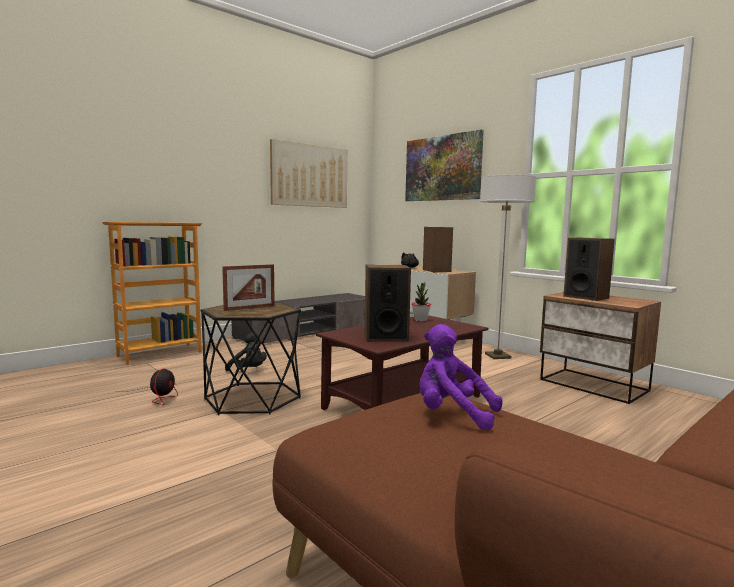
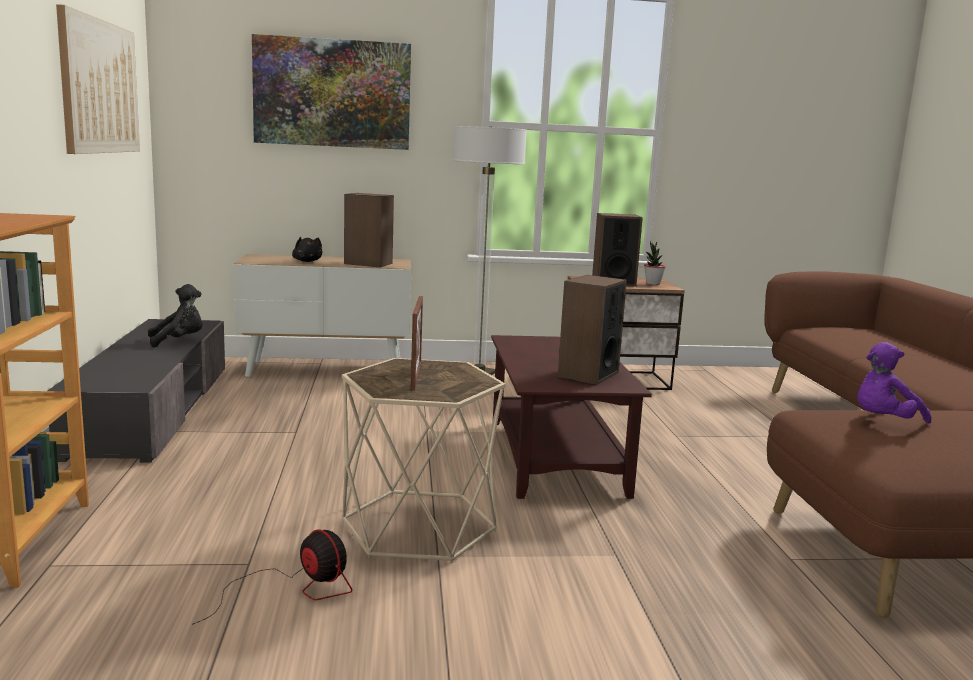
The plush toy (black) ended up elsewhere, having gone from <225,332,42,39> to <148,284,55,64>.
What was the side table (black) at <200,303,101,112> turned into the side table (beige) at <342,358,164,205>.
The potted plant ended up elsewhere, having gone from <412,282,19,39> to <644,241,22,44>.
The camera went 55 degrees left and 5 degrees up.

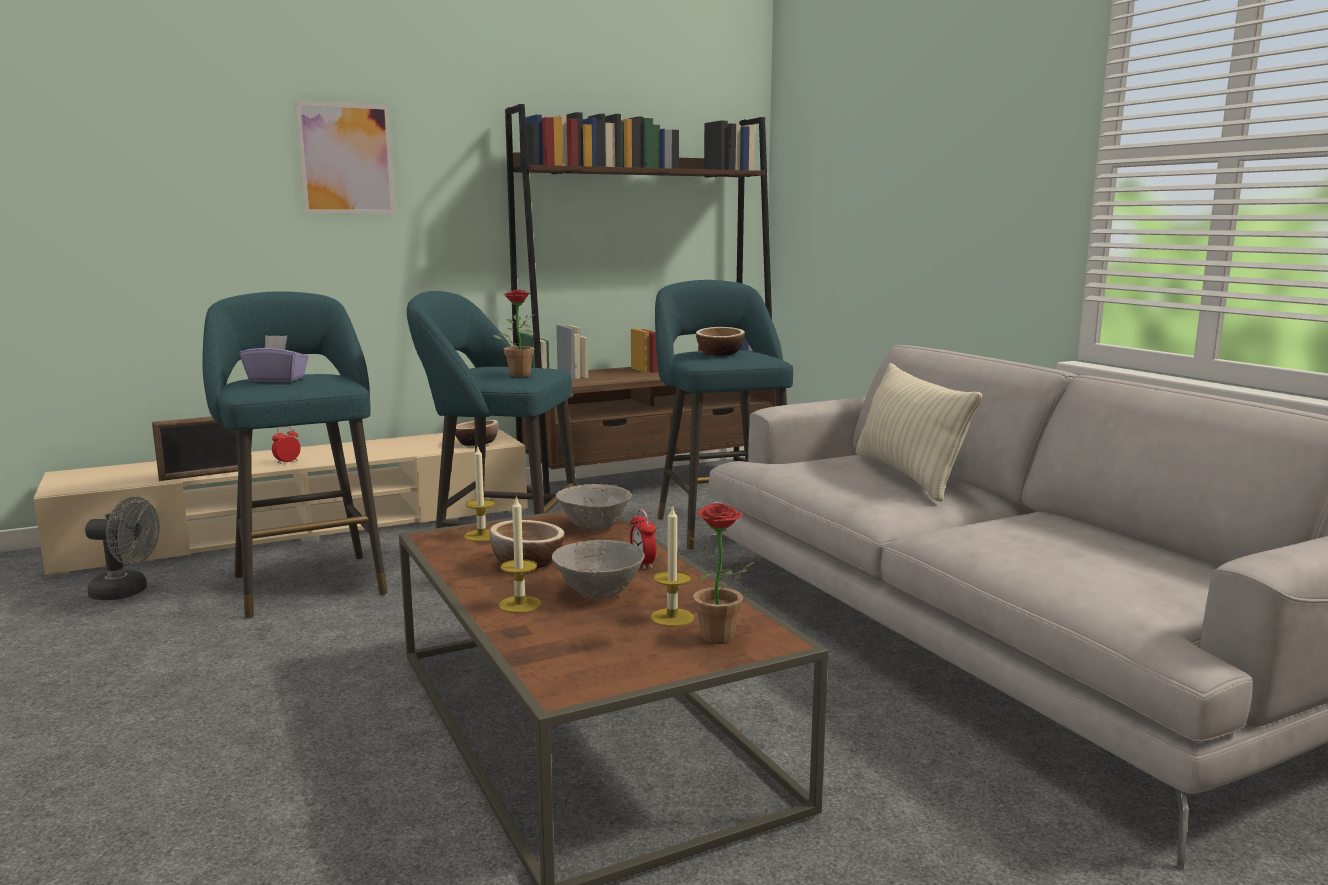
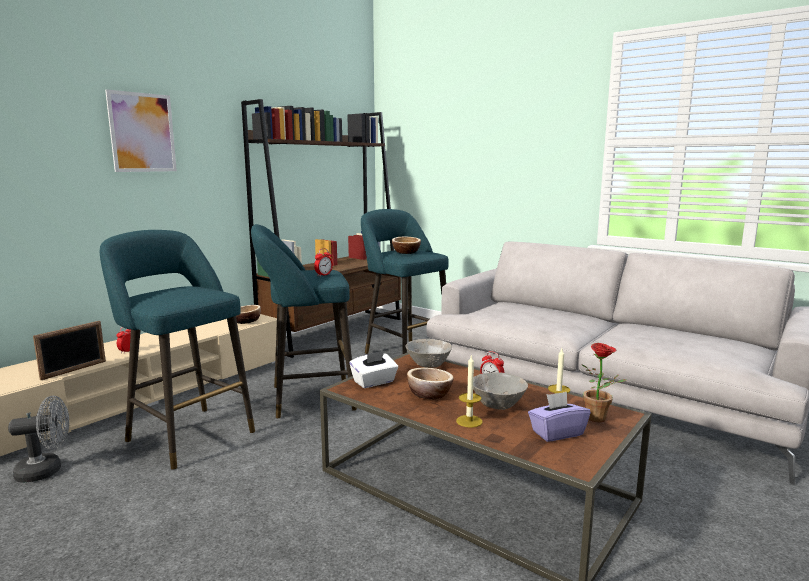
Where the potted plant stood at <493,290,41,86>, the alarm clock came to stand at <314,248,19,28>.
Where the candle stood at <464,447,31,95>, the tissue box (white) came to stand at <350,351,48,37>.
The tissue box (purple) ended up elsewhere, having gone from <240,335,69,47> to <528,392,63,50>.
The second view lost the pillow (beige) at <855,363,127,139>.
The camera went 25 degrees left and 0 degrees up.

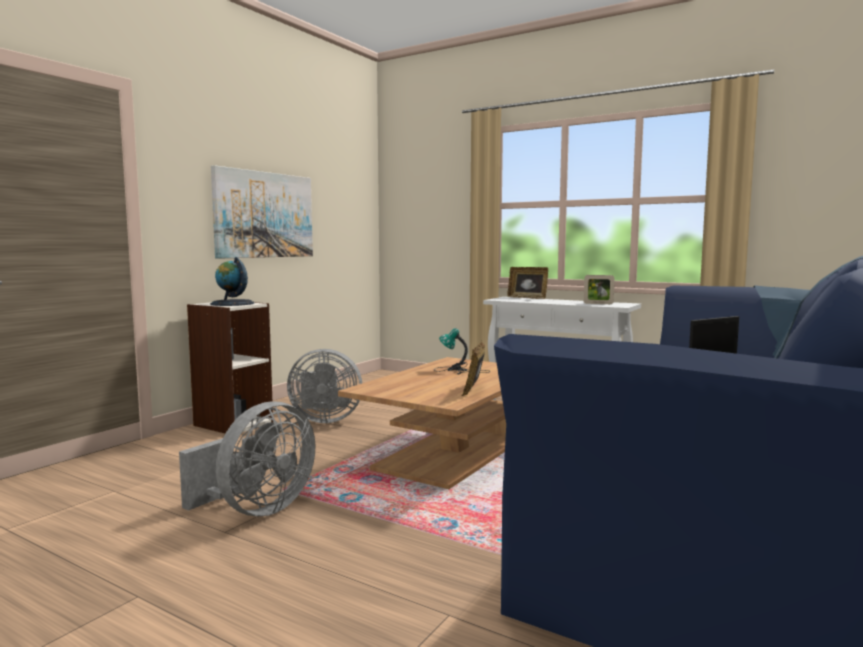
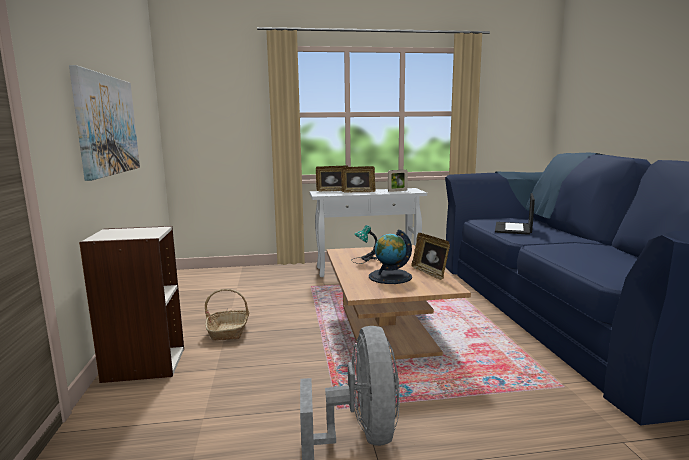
Where the fan (grey) stood at <287,349,75,74>, the basket came to stand at <205,289,45,51>.
The second view gained the picture frame at <341,166,34,26>.
The globe ended up elsewhere, having gone from <210,257,45,49> to <369,230,43,54>.
The camera went 40 degrees left and 5 degrees up.

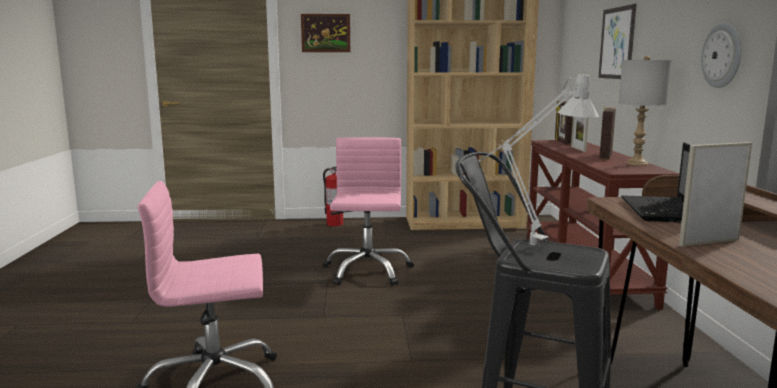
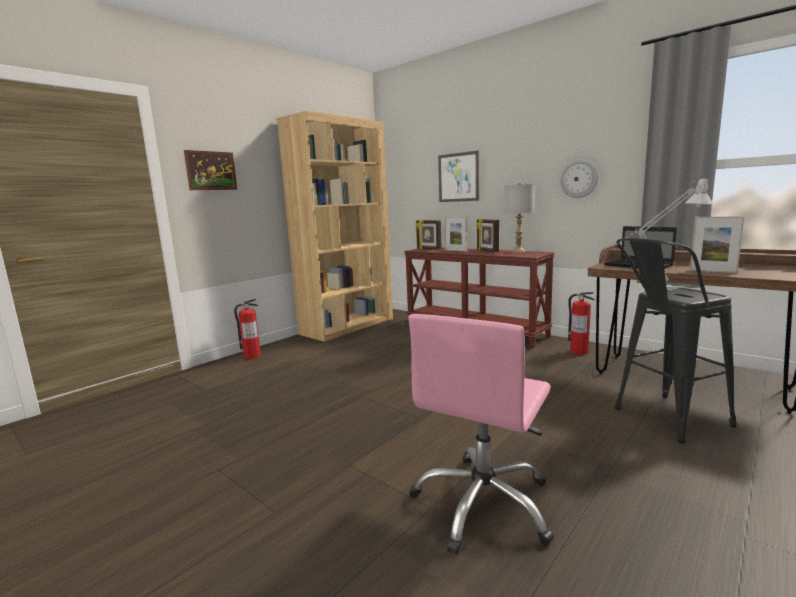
The second view gained the fire extinguisher at <568,292,26,63>.
The picture frame at <679,142,73,105> ended up facing another way, 75 degrees counterclockwise from before.
The second view lost the office chair (pink) at <323,137,91,149>.
The camera went 45 degrees left and 0 degrees up.

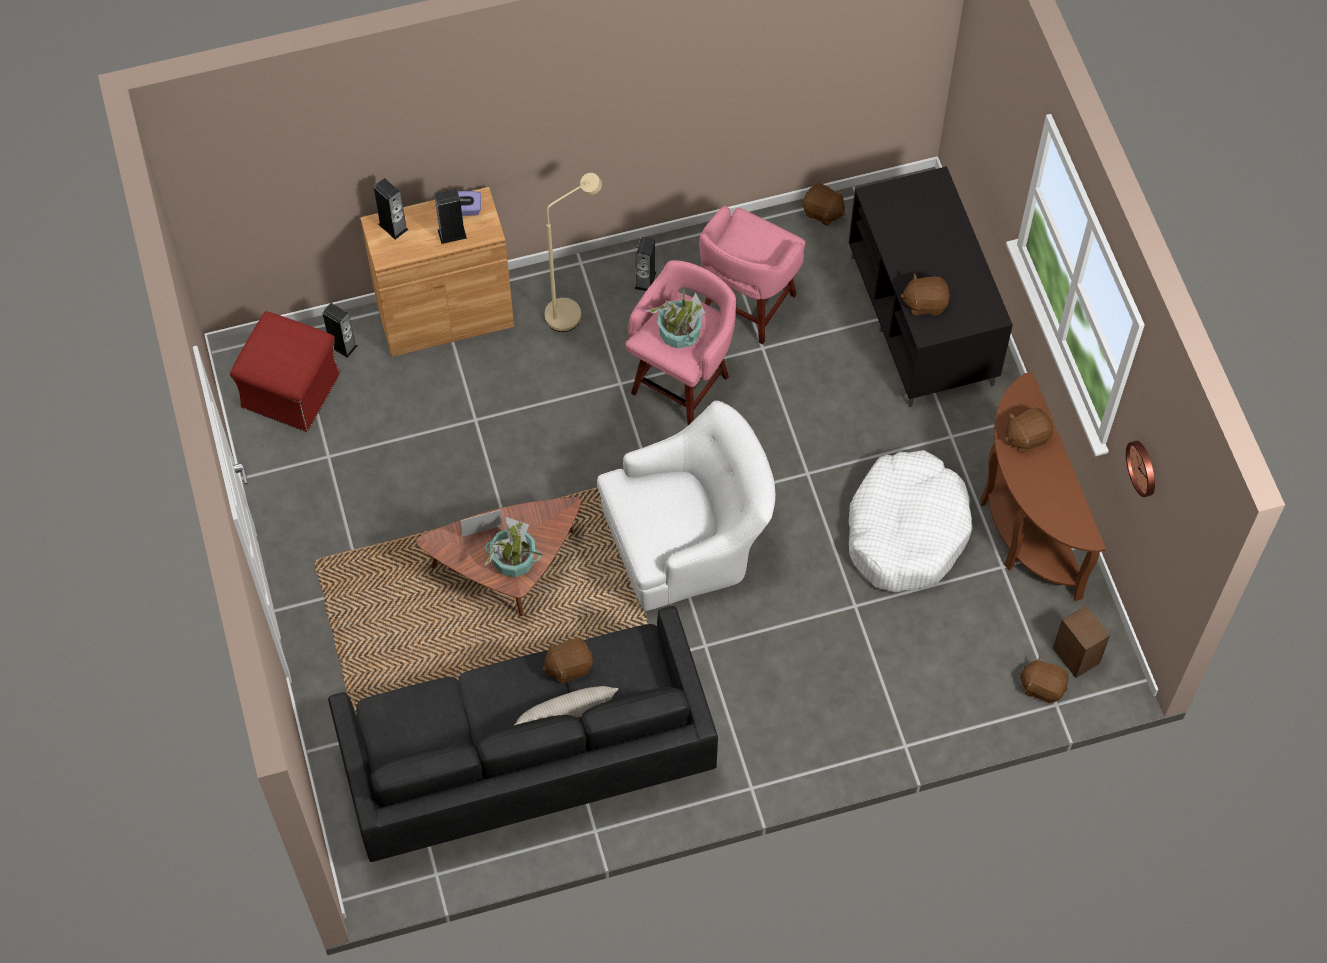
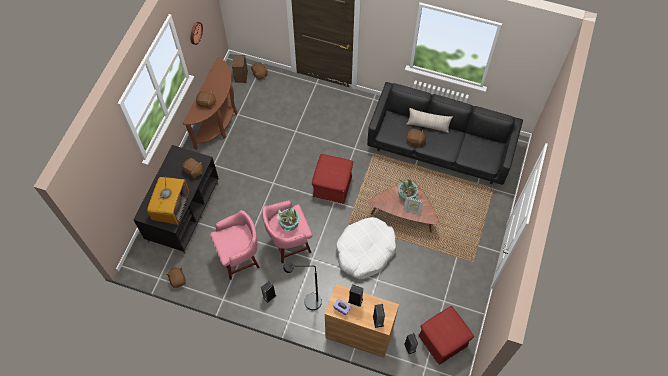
The second view gained the television at <147,177,42,48>.
What was the floor lamp (beige) at <545,173,57,159> turned into the floor lamp (black) at <283,262,39,48>.
Where the armchair (white) stood at <597,400,178,211>, the ottoman (red) came to stand at <312,154,41,50>.
The dog bed (white) ended up elsewhere, having gone from <849,450,124,142> to <336,217,60,62>.
The camera went 145 degrees left and 0 degrees up.

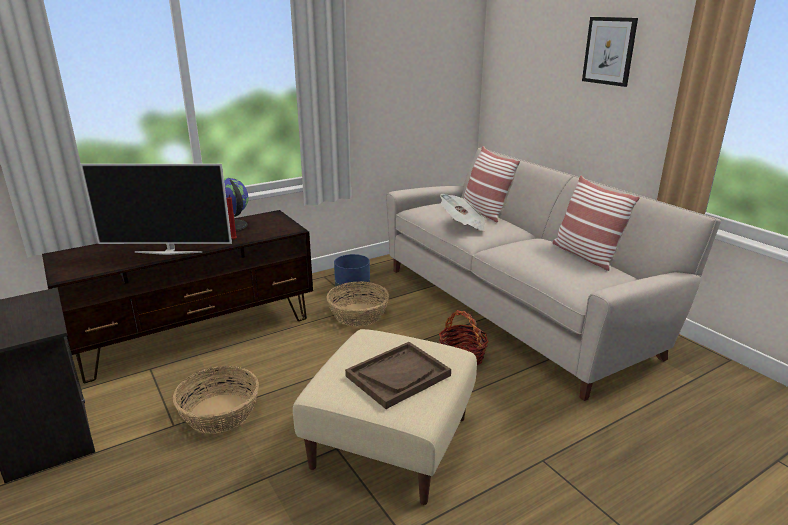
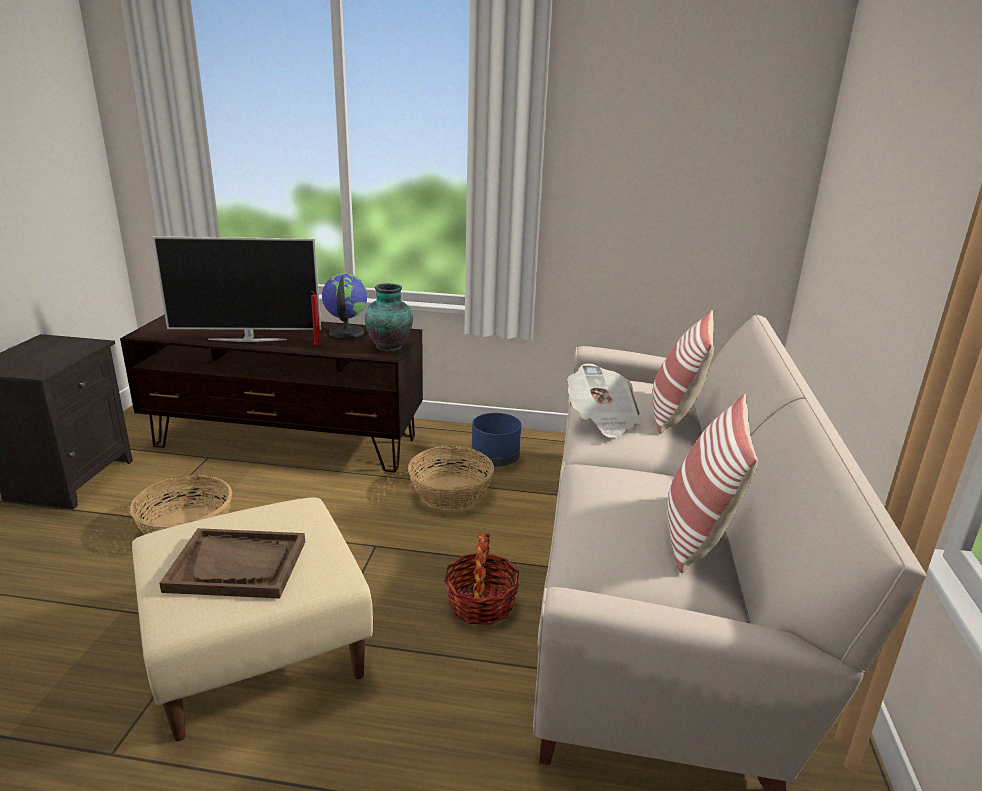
The television at <80,164,152,91> ended up facing another way, 45 degrees counterclockwise from before.
The second view gained the vase at <365,283,48,69>.
The second view lost the picture at <582,17,56,70>.
The camera went 40 degrees right and 0 degrees up.

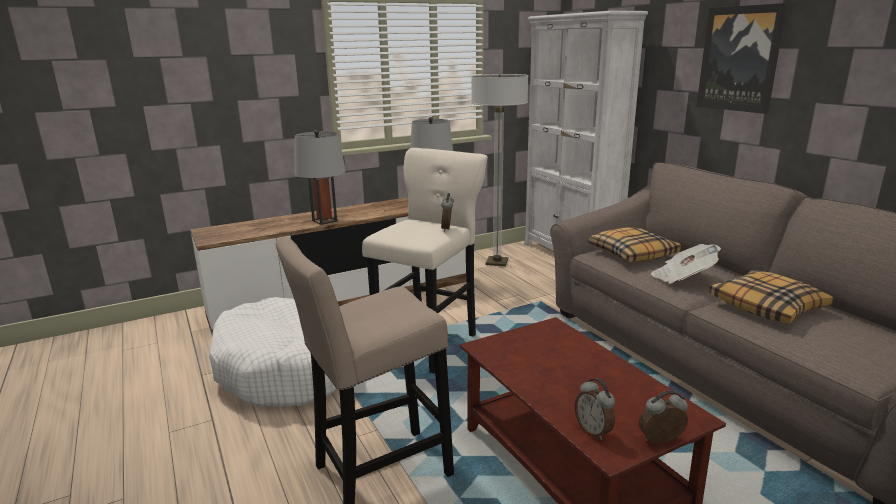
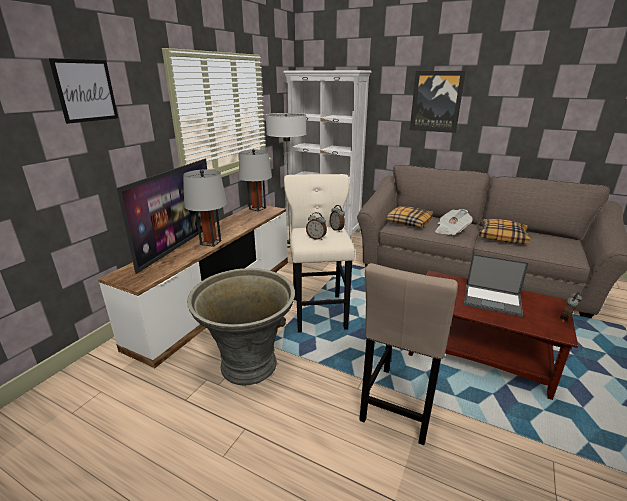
The second view gained the picture at <49,58,69,66>.
The second view gained the television at <117,159,90,115>.
Where the dog bed (white) stood at <209,297,128,110>, the planter (grey) came to stand at <187,268,108,117>.
The alarm clock ended up elsewhere, having gone from <575,378,40,62> to <306,212,21,28>.
The second view gained the laptop at <464,254,65,63>.
The camera went 35 degrees left and 5 degrees up.

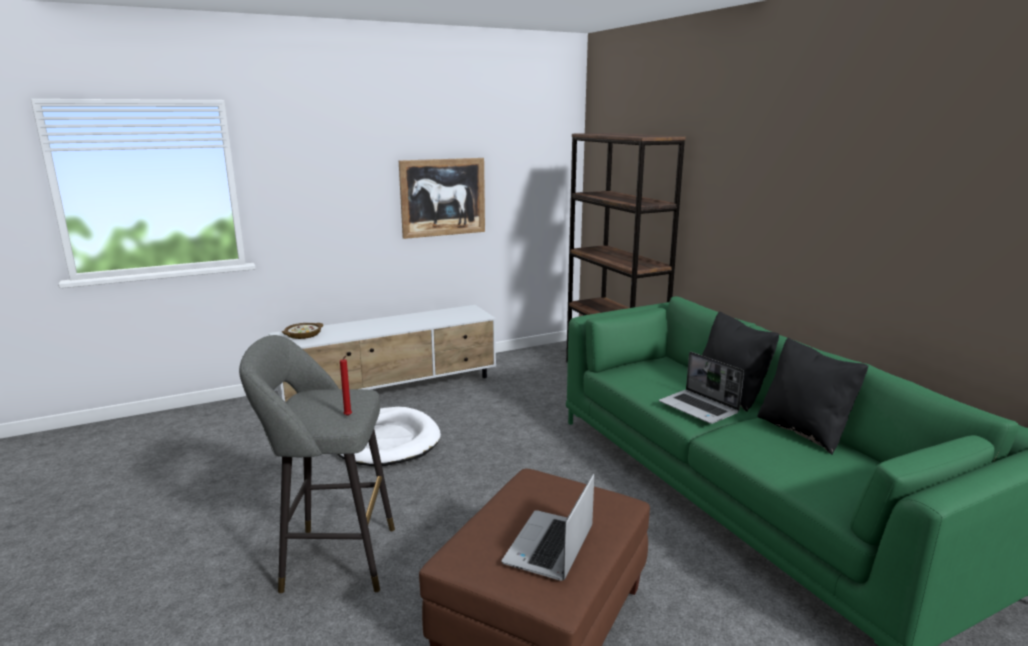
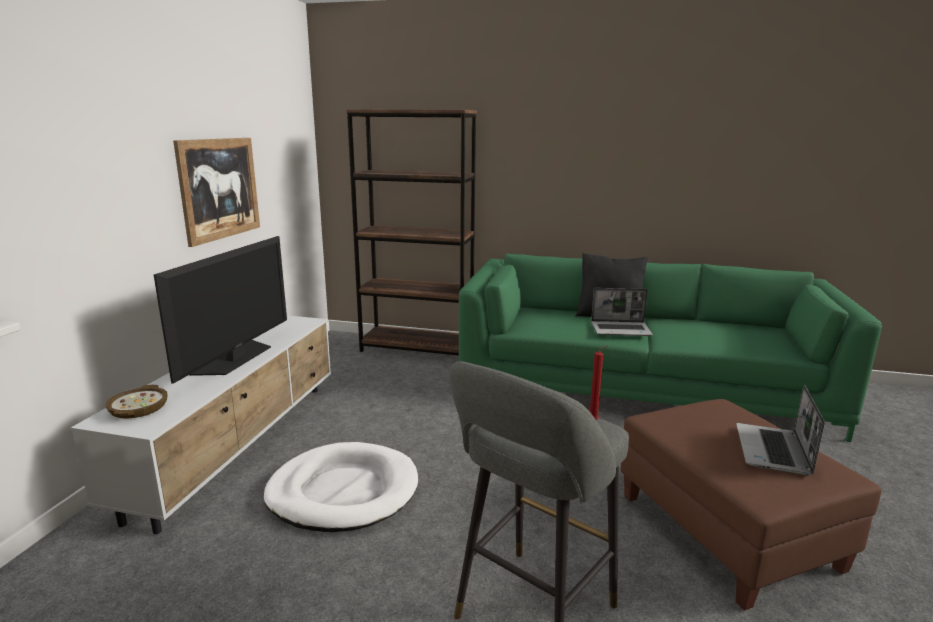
The second view gained the television at <154,236,133,148>.
The laptop at <502,473,92,108> ended up facing another way, 45 degrees clockwise from before.
The second view lost the pillow (black) at <757,337,112,118>.
The camera went 50 degrees left and 0 degrees up.

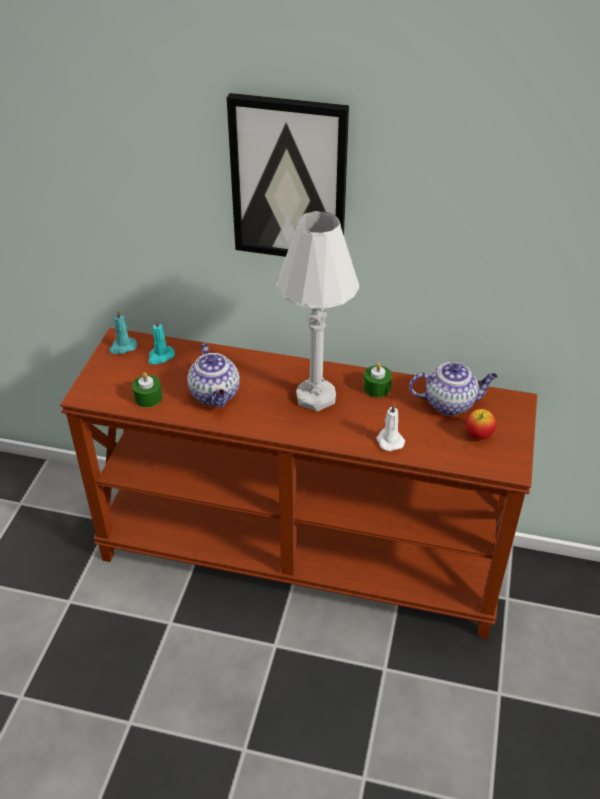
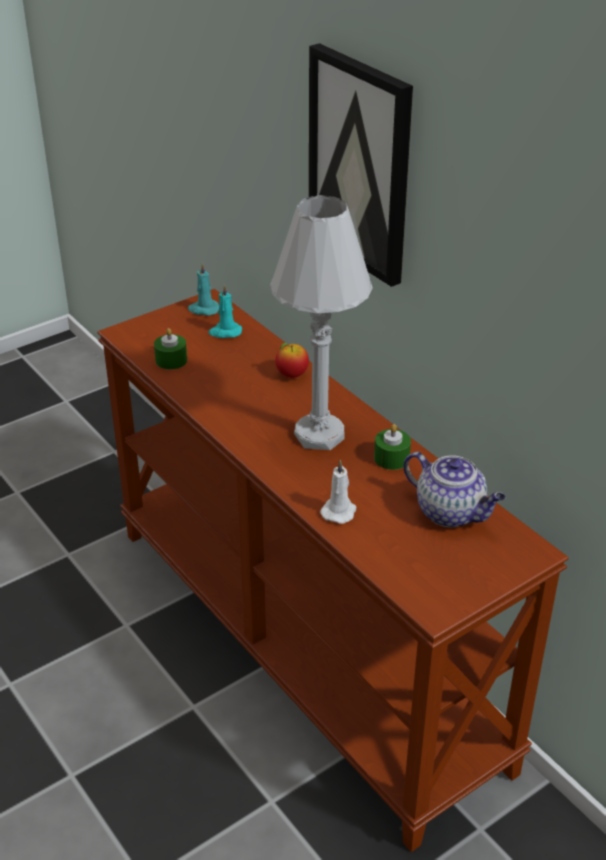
The apple ended up elsewhere, having gone from <466,409,31,31> to <275,342,34,36>.
The second view lost the teapot at <187,343,53,65>.
The camera went 40 degrees right and 5 degrees down.

